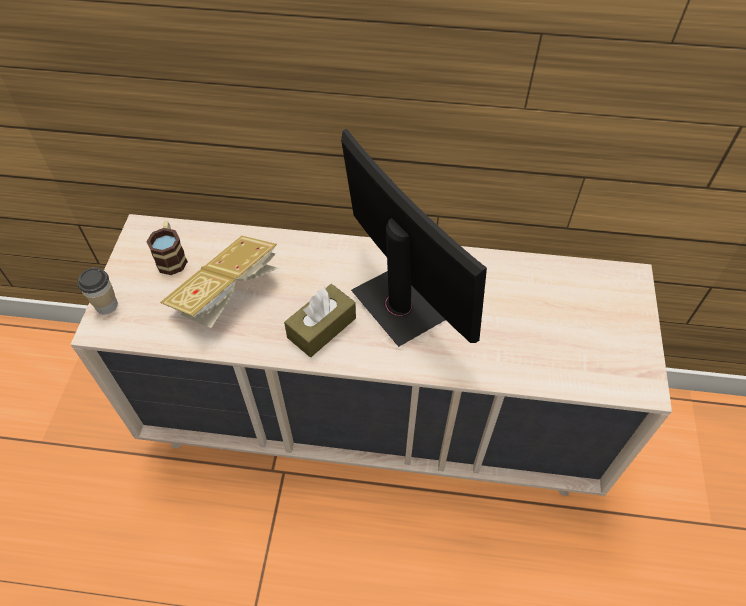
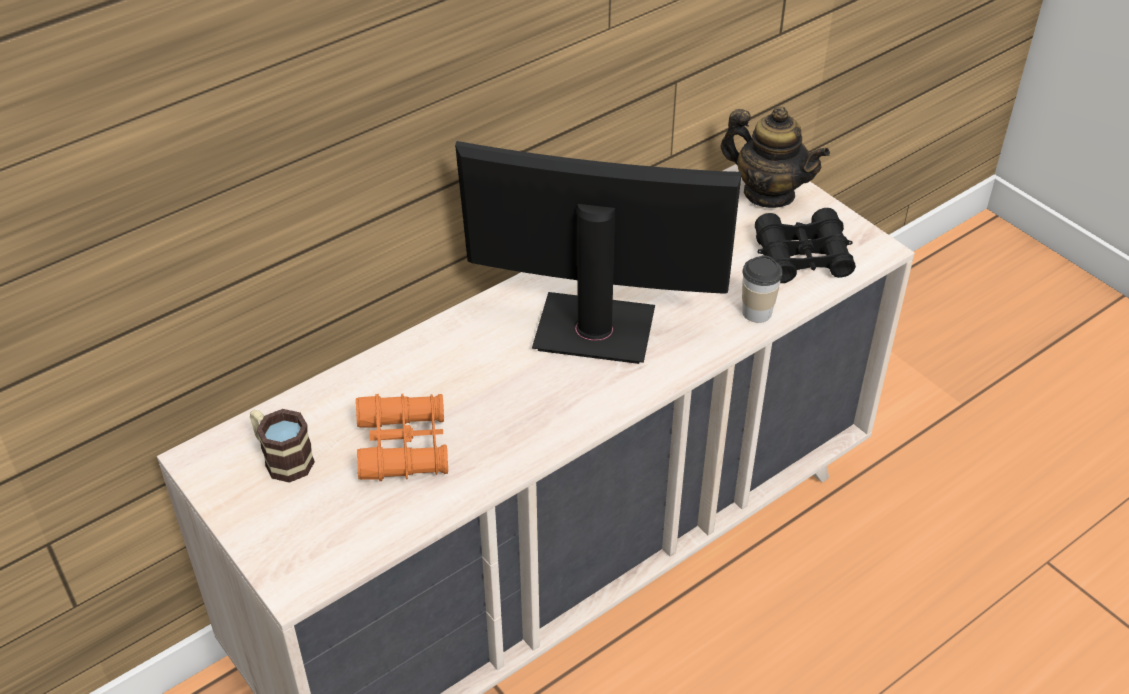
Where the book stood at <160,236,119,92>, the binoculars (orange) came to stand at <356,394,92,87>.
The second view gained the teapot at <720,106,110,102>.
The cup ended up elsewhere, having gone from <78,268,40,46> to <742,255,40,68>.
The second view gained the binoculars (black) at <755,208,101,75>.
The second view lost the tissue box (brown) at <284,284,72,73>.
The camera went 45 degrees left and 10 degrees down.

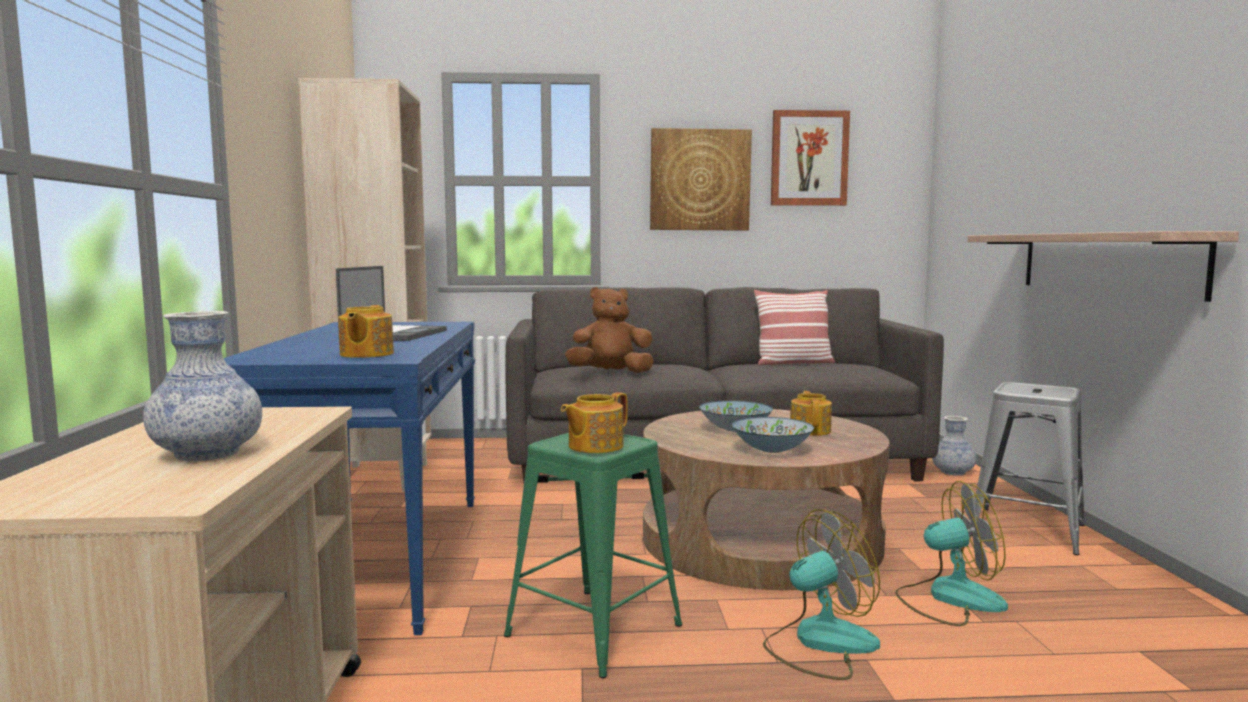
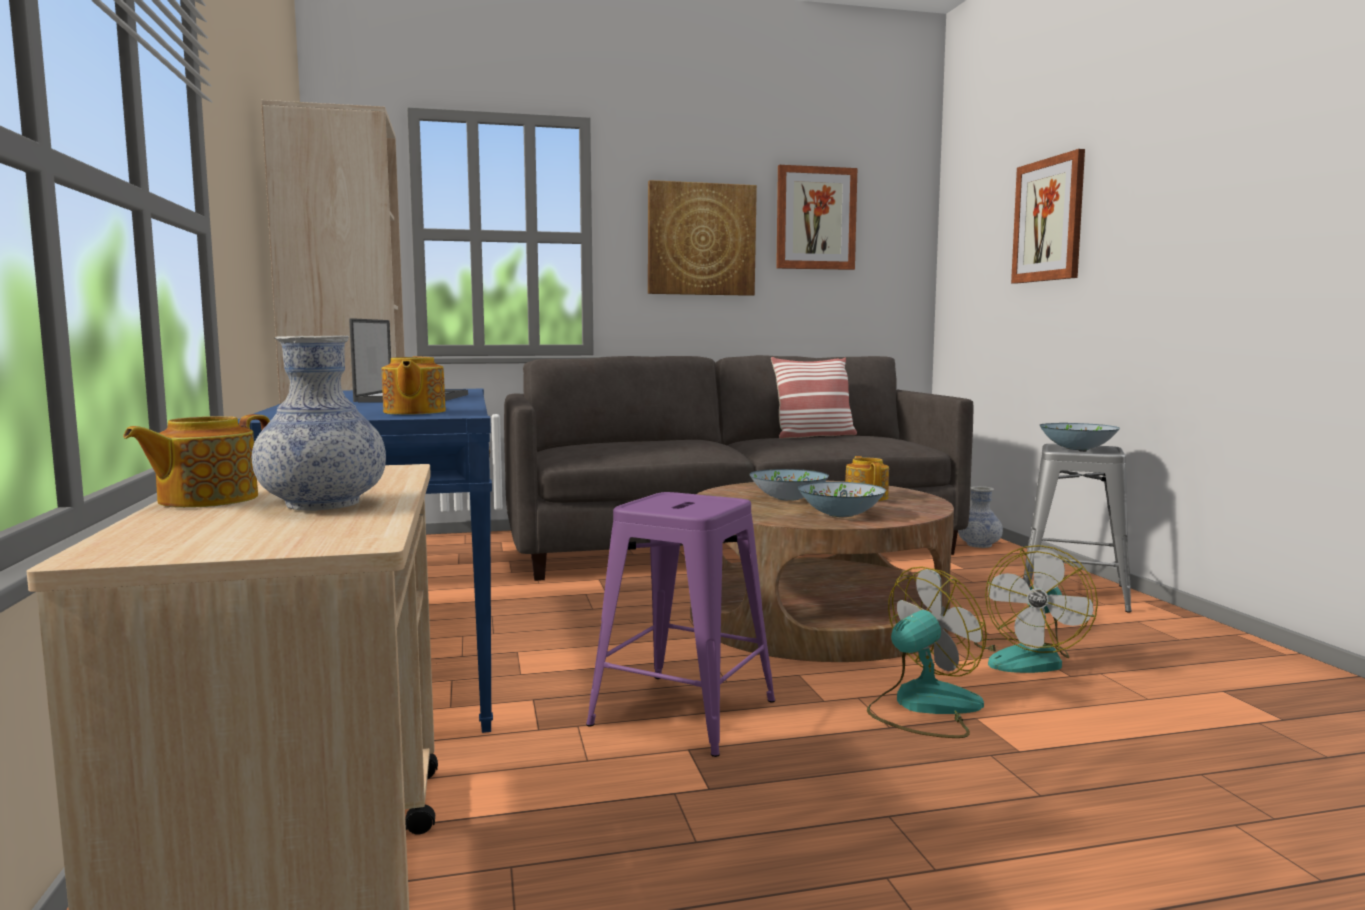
The teapot ended up elsewhere, having gone from <561,392,67,61> to <123,414,147,94>.
What was the stool (green) at <504,433,178,245> turned into the stool (purple) at <586,492,189,265>.
The fan at <895,481,113,145> ended up facing another way, 135 degrees clockwise from before.
The second view gained the picture at <1011,149,74,134>.
The second view gained the bowl at <1039,423,81,27>.
The second view lost the plush toy (brown) at <565,287,89,86>.
The second view lost the shelf at <967,231,272,71>.
The camera went 10 degrees left and 0 degrees up.

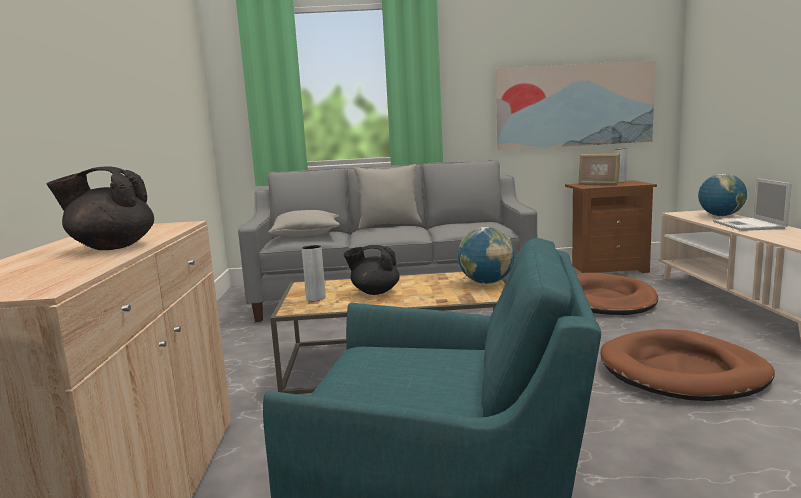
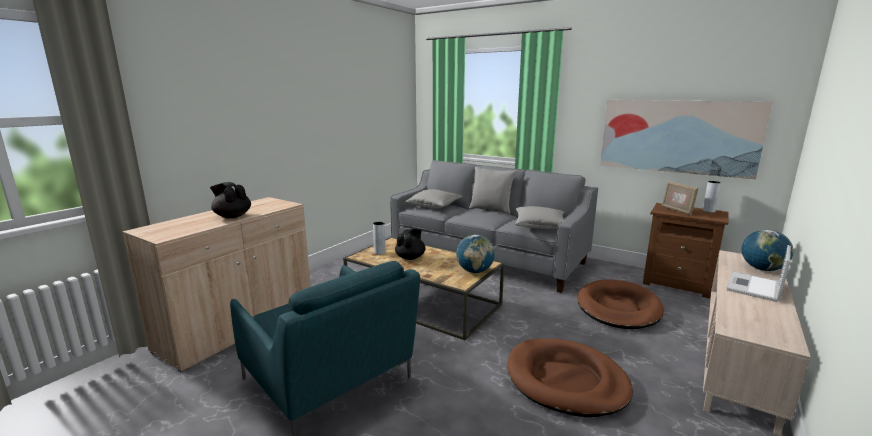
The teapot (black) at <344,245,55,50> ended up facing another way, 75 degrees clockwise from before.
The second view gained the pillow (grey) at <515,206,50,23>.
The camera went 35 degrees right and 5 degrees up.

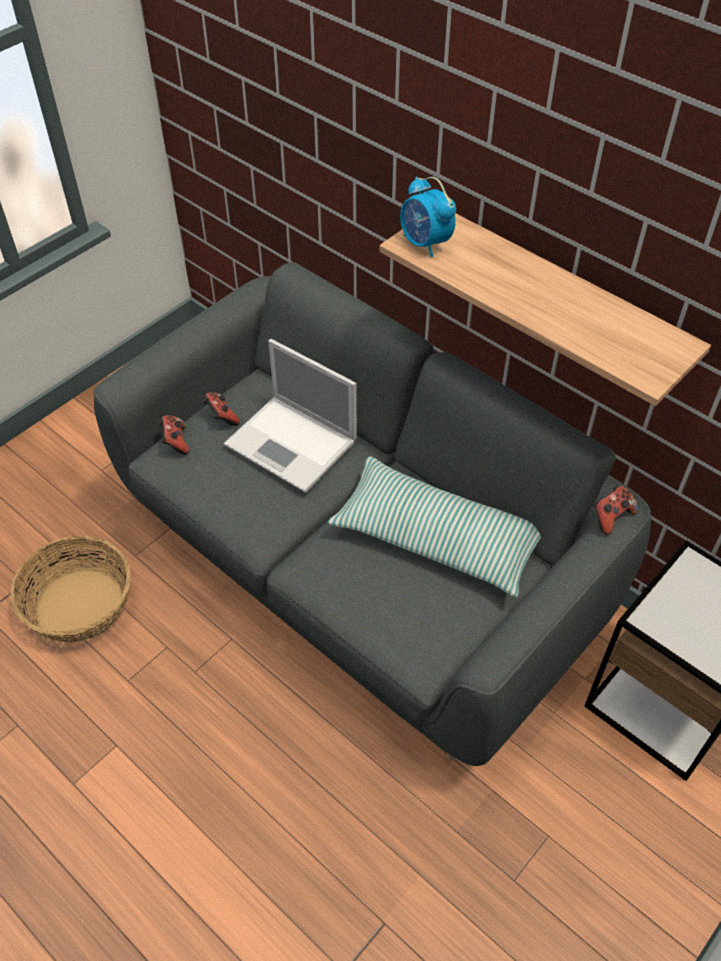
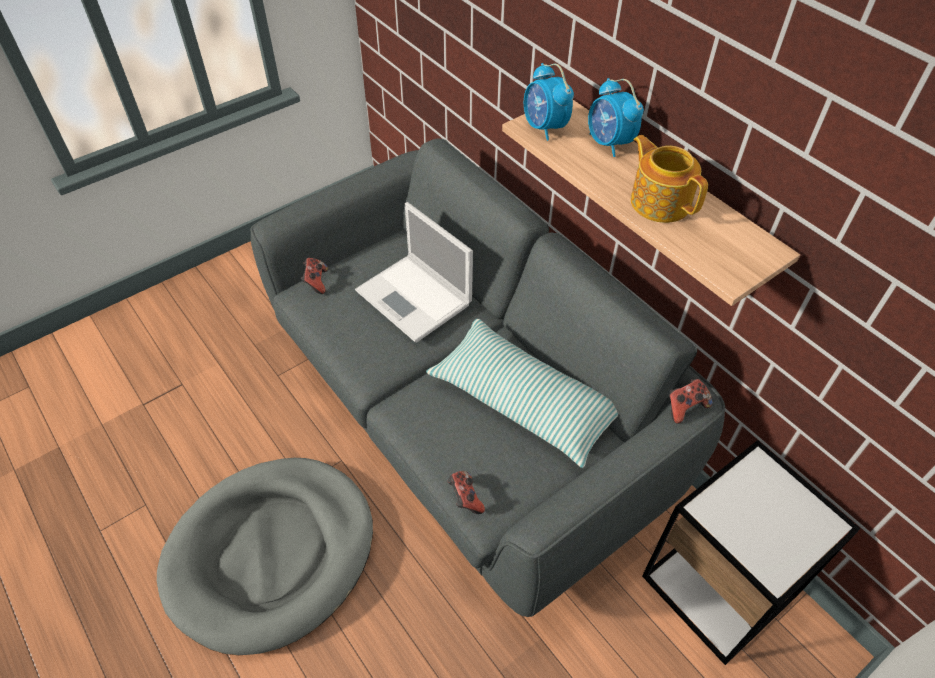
The second view gained the dog bed (grey) at <157,458,216,197>.
The game controller ended up elsewhere, having gone from <203,392,37,34> to <447,471,38,43>.
The second view gained the alarm clock at <588,78,56,79>.
The second view gained the teapot at <631,135,77,88>.
The second view lost the basket at <10,536,121,107>.
The camera went 10 degrees right and 0 degrees up.

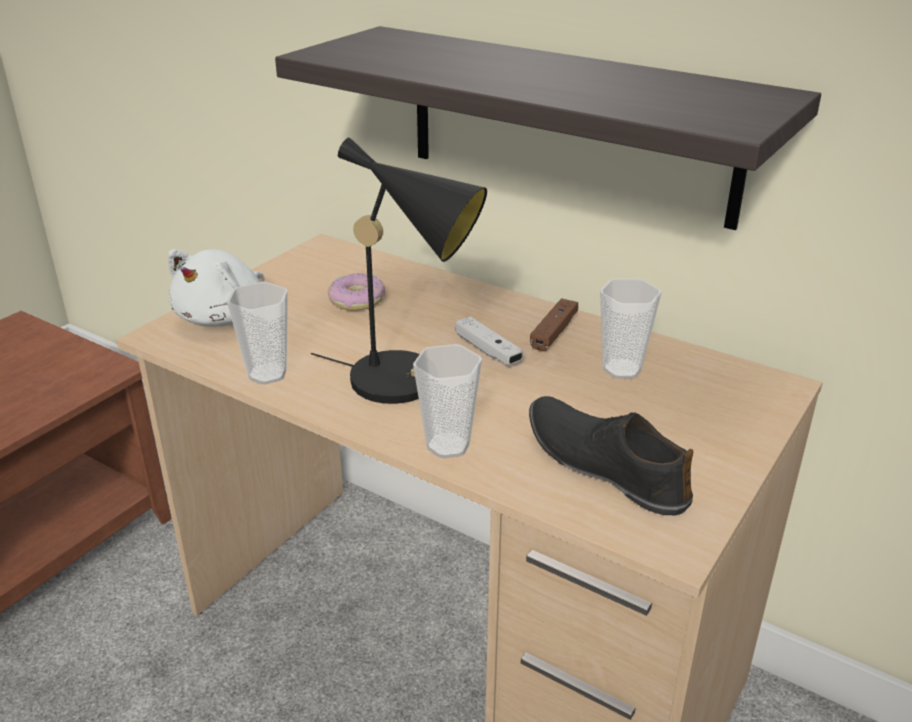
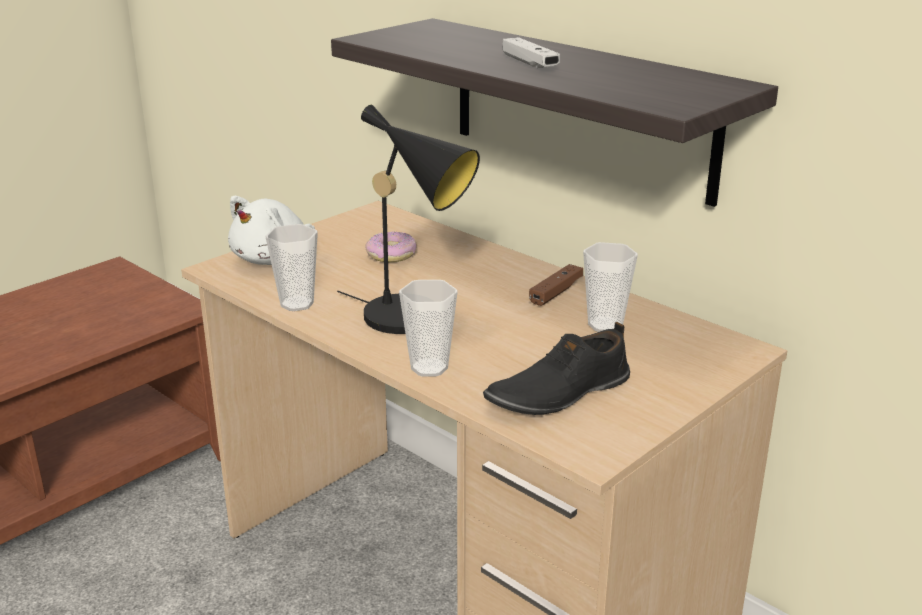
The shoe (black) at <529,396,164,119> ended up facing another way, 90 degrees counterclockwise from before.
The game controller (white) ended up elsewhere, having gone from <455,316,68,49> to <502,37,58,31>.
The camera went 10 degrees right and 5 degrees down.

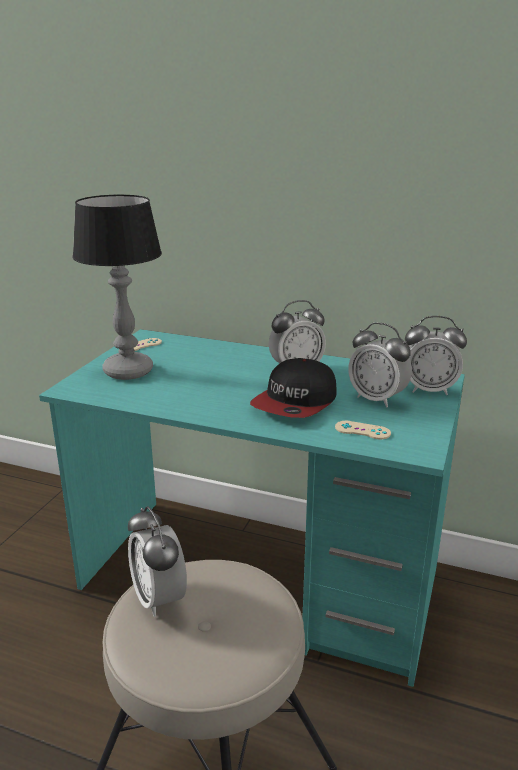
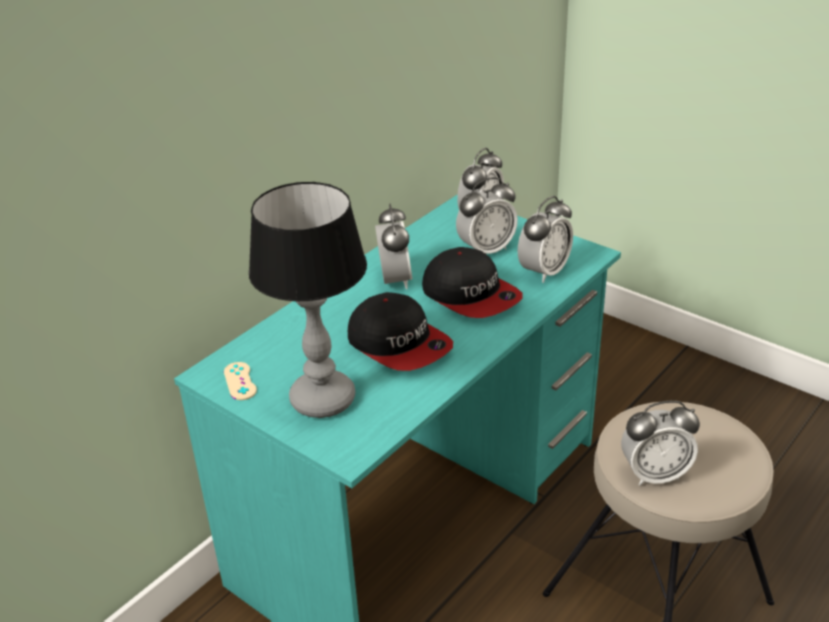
The second view gained the cap at <348,292,105,79>.
Where the game controller (beige) stood at <335,421,56,18>, the alarm clock came to stand at <518,196,55,87>.
The camera went 70 degrees left and 10 degrees up.

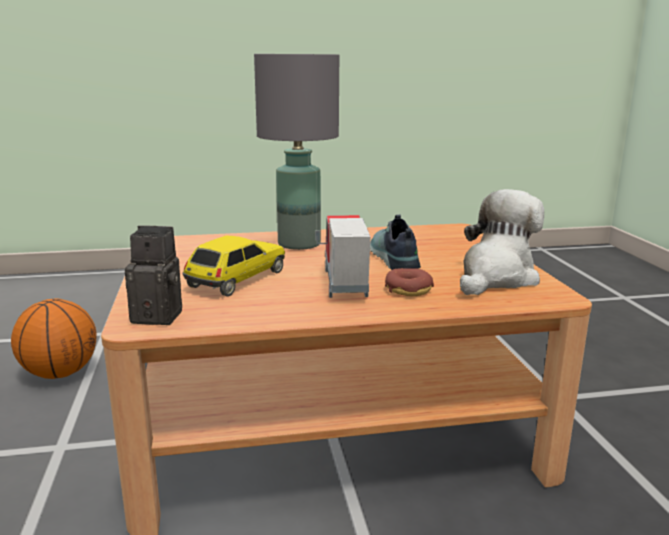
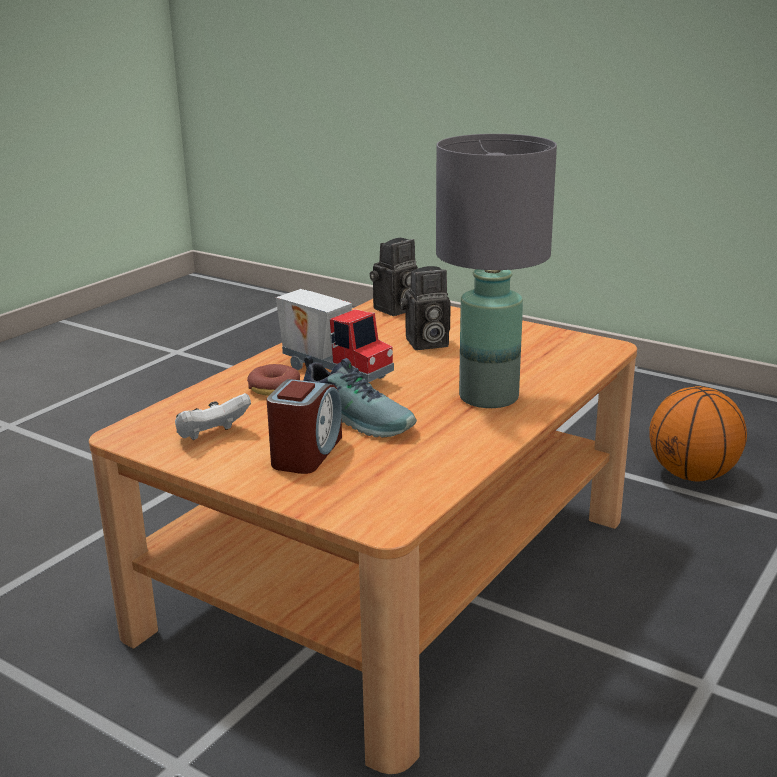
Where the plush toy stood at <460,189,84,106>, the game controller (white) came to stand at <175,393,76,47>.
The second view gained the alarm clock at <267,379,75,95>.
Where the toy car stood at <182,236,103,61>, the photo camera came to stand at <400,266,51,84>.
The camera went 135 degrees right and 5 degrees up.

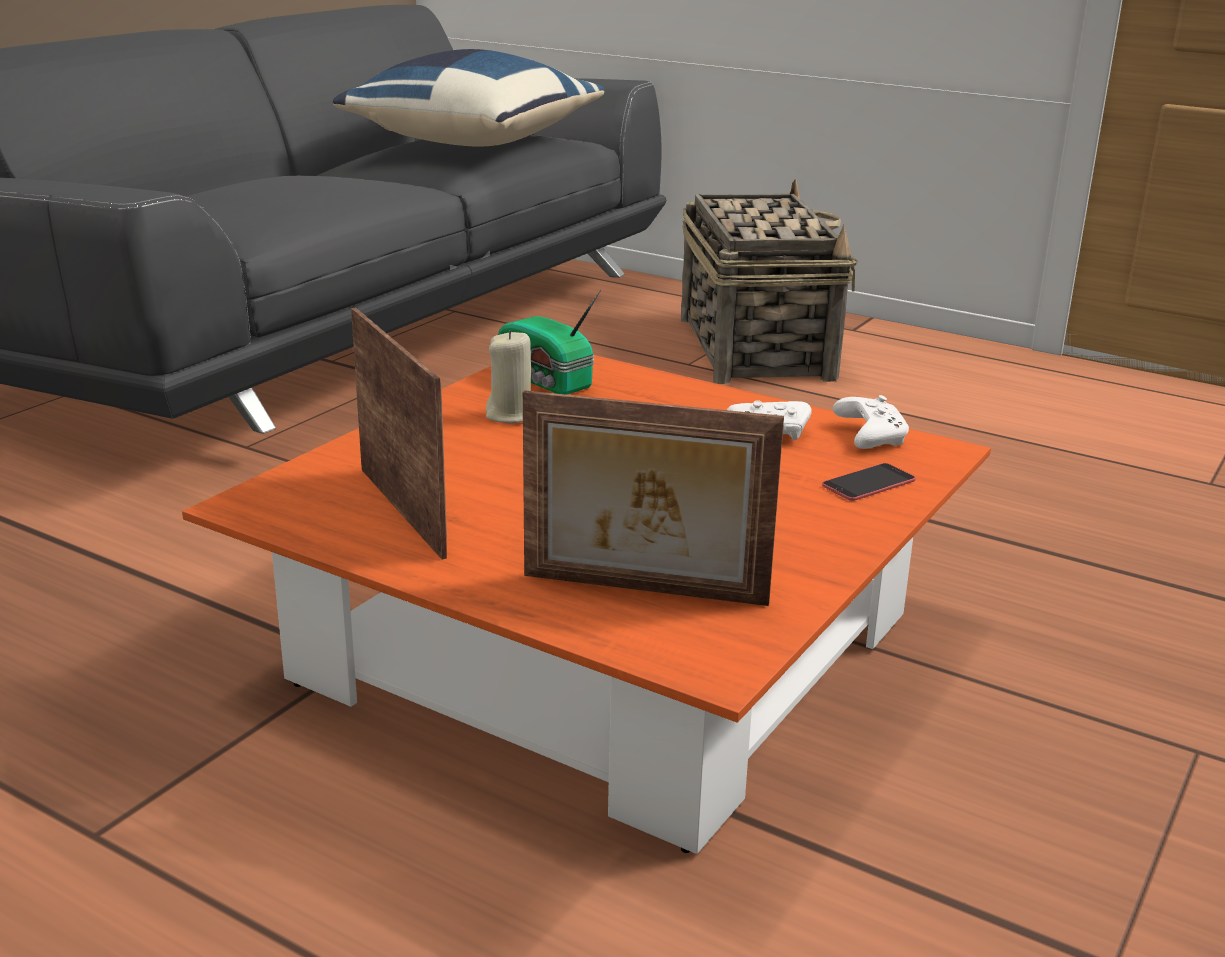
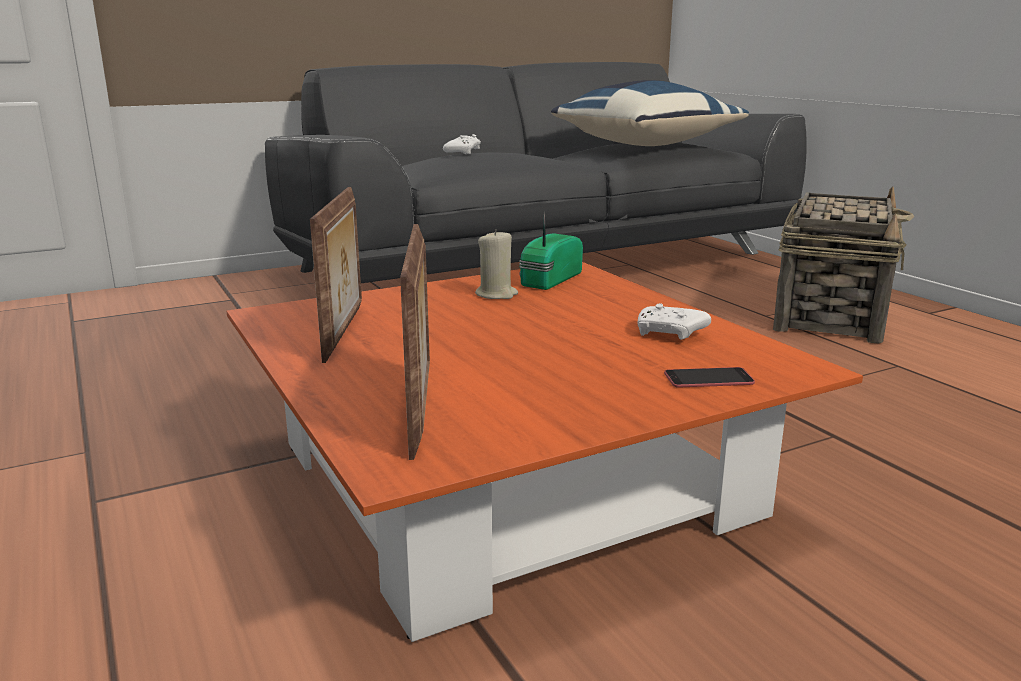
The picture frame at <523,390,261,216> ended up facing another way, 135 degrees counterclockwise from before.
The game controller (white) ended up elsewhere, having gone from <833,395,76,54> to <443,134,38,20>.
The radio at <498,289,103,106> ended up facing another way, 45 degrees clockwise from before.
The camera went 30 degrees right and 5 degrees down.

